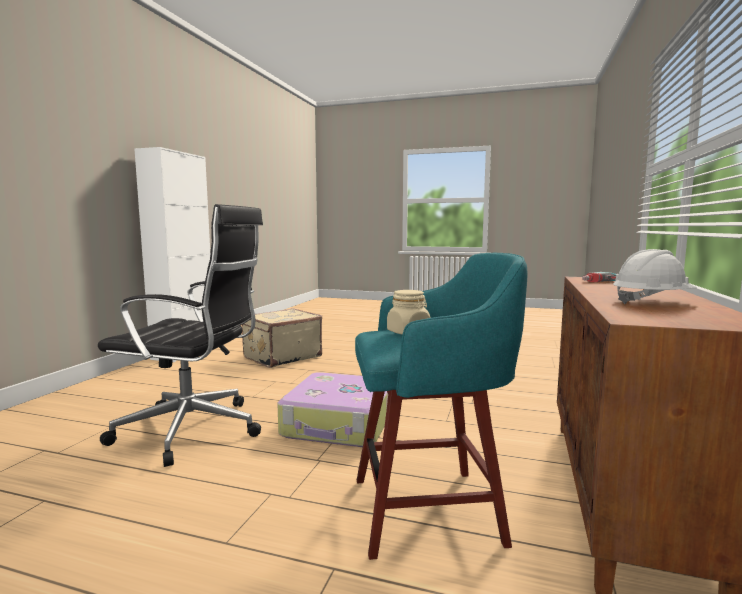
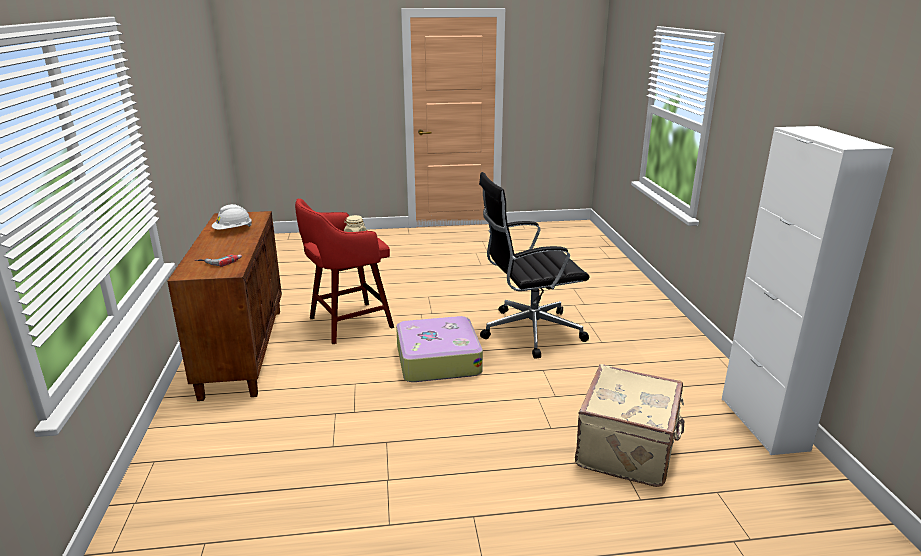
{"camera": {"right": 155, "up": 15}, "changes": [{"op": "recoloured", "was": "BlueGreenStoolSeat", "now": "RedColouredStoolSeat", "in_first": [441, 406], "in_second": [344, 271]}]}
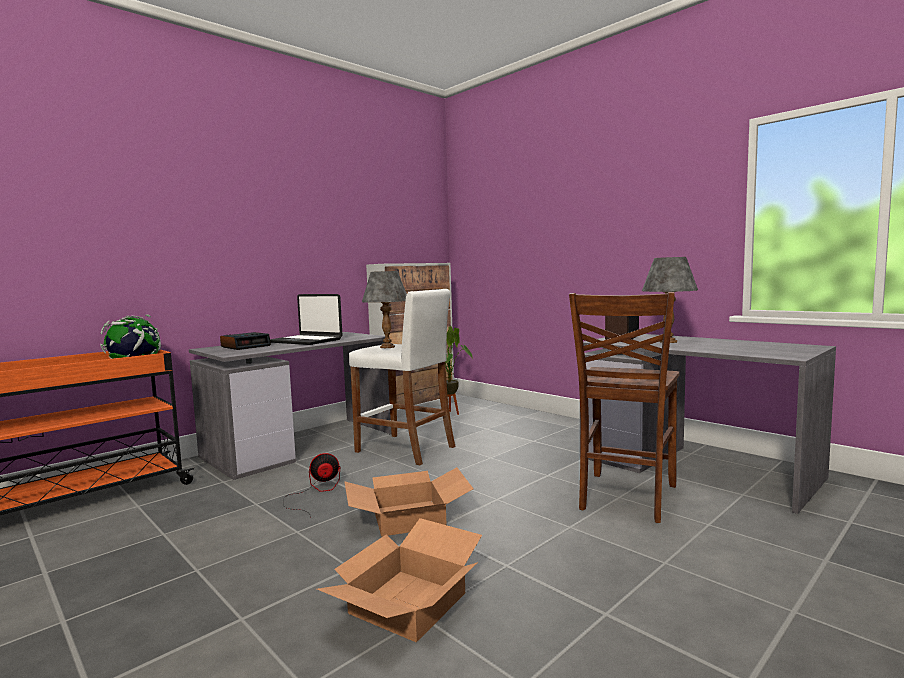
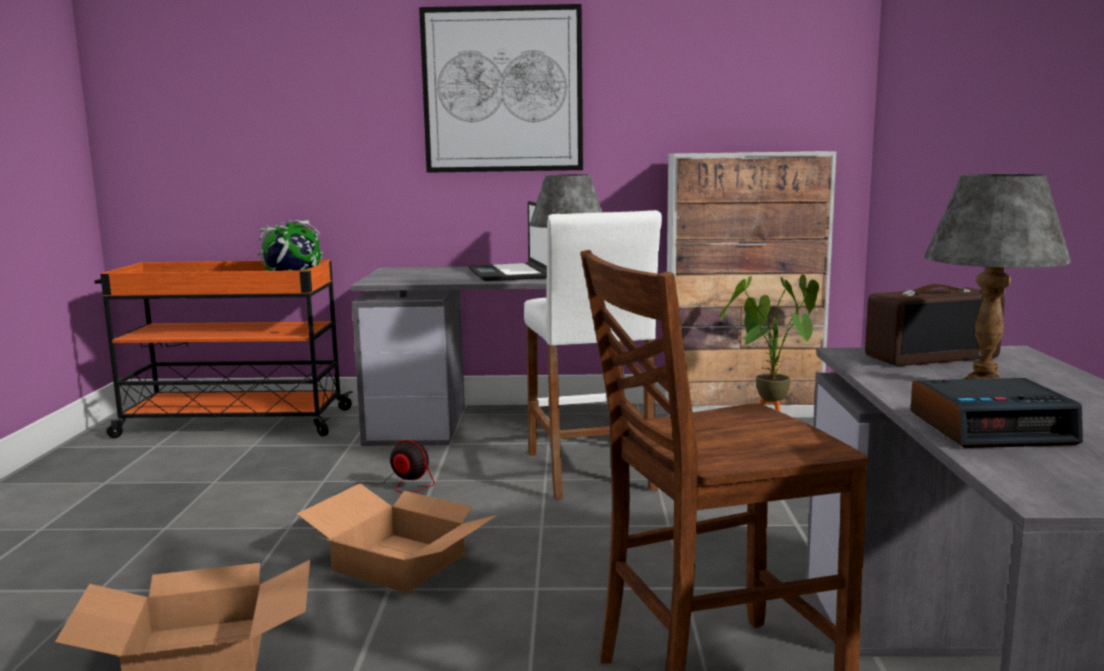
{"camera": {"right": 45, "up": 5}, "changes": [{"op": "moved", "was": "AlarmClock", "in_first": [245, 341], "in_second": [997, 413]}, {"op": "added", "now": "WallArt", "in_second": [501, 88]}]}
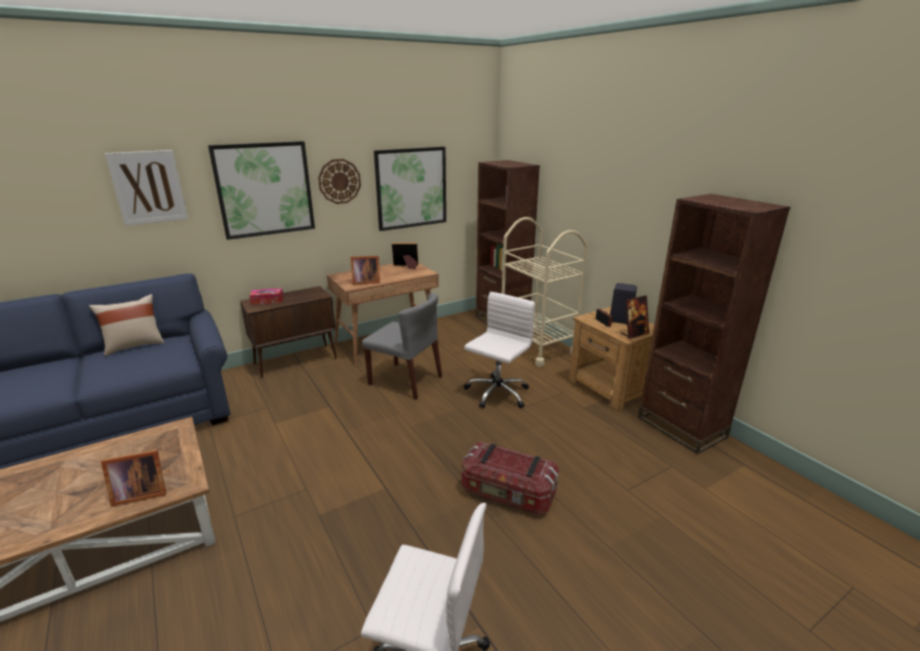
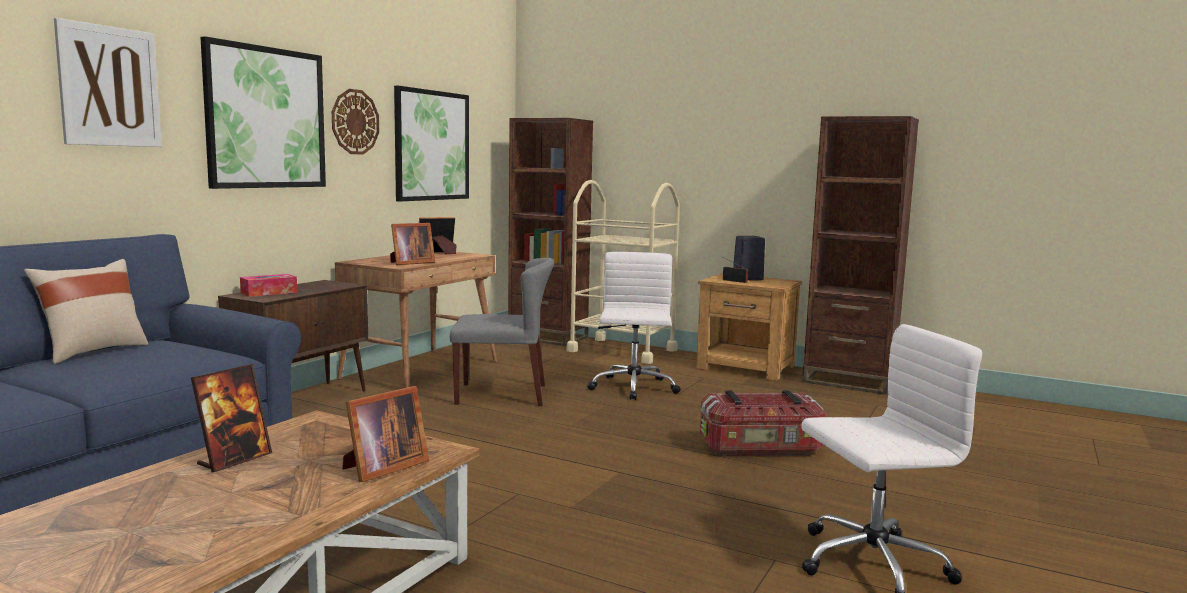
{"camera": {"right": -30, "up": -15}, "changes": [{"op": "moved", "was": "StandingFrame", "in_first": [635, 317], "in_second": [231, 418]}]}
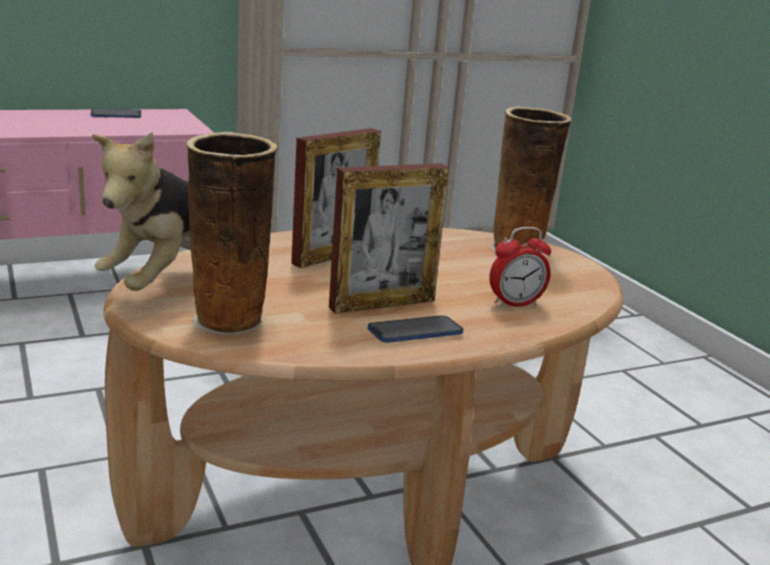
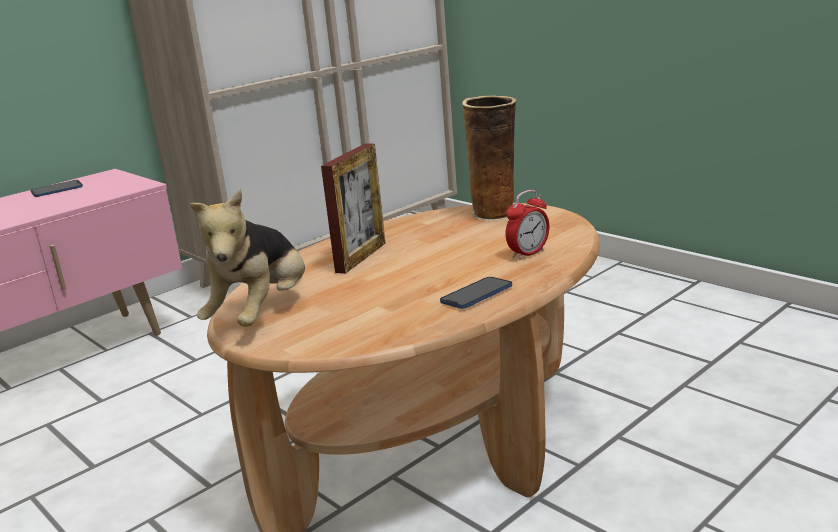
{"camera": {"right": -15, "up": 0}, "changes": [{"op": "removed", "was": "DecorativeVase", "in_first": [232, 233]}, {"op": "removed", "was": "StandingFrame", "in_first": [389, 238]}]}
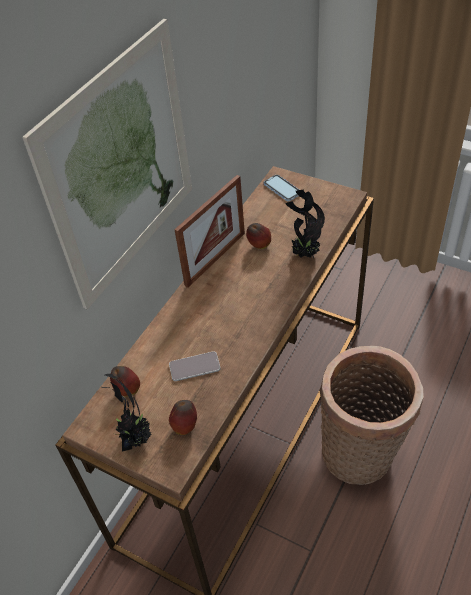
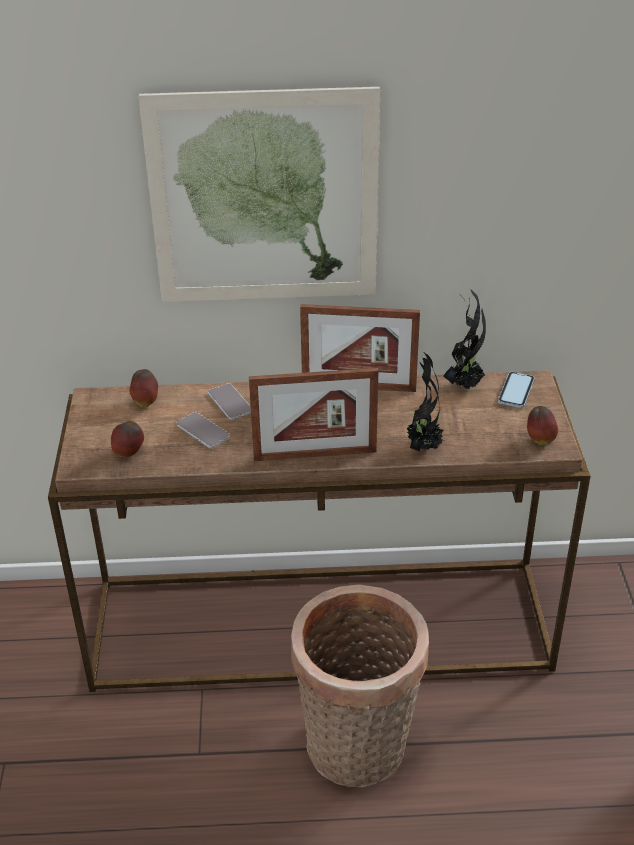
{"camera": {"right": 55, "up": -10}, "changes": [{"op": "moved", "was": "WholeApple", "in_first": [258, 236], "in_second": [542, 425]}, {"op": "moved", "was": "PottedPlant", "in_first": [126, 412], "in_second": [464, 339]}, {"op": "added", "now": "StandingFrame", "in_second": [314, 414]}, {"op": "added", "now": "Telephone", "in_second": [229, 401]}]}
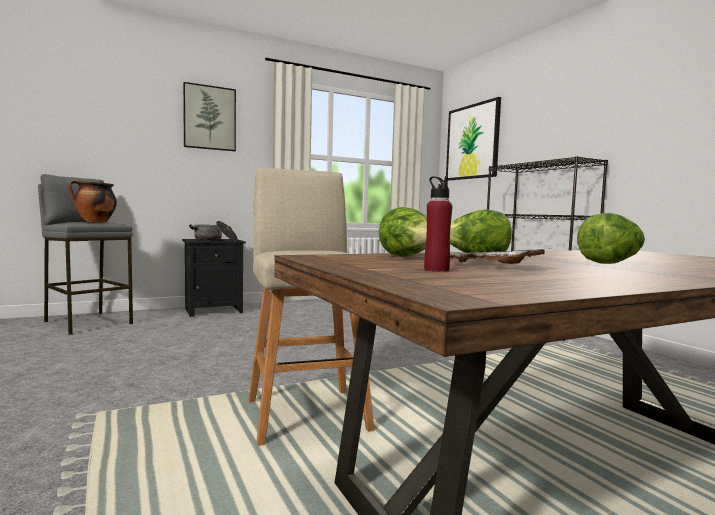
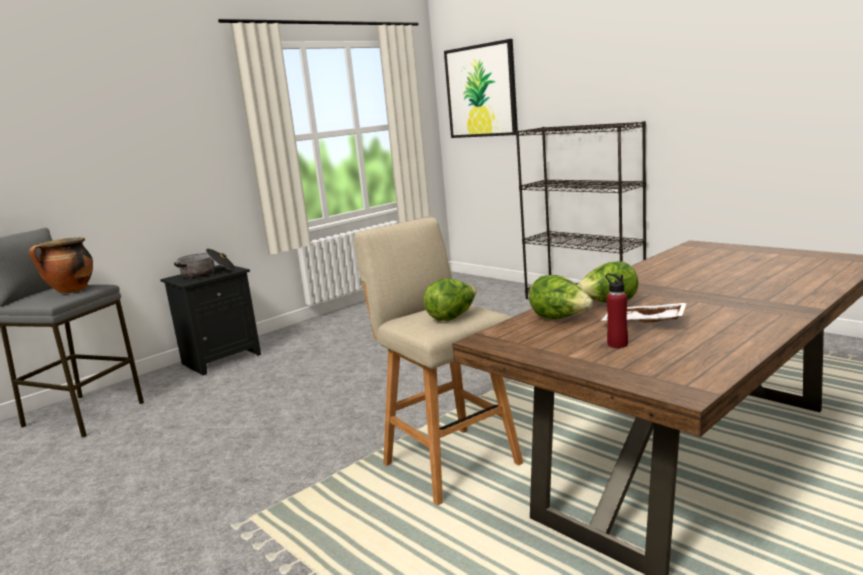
{"camera": {"right": -15, "up": 10}, "changes": [{"op": "removed", "was": "WallArt", "in_first": [209, 116]}, {"op": "moved", "was": "Lettuce", "in_first": [611, 238], "in_second": [450, 300]}]}
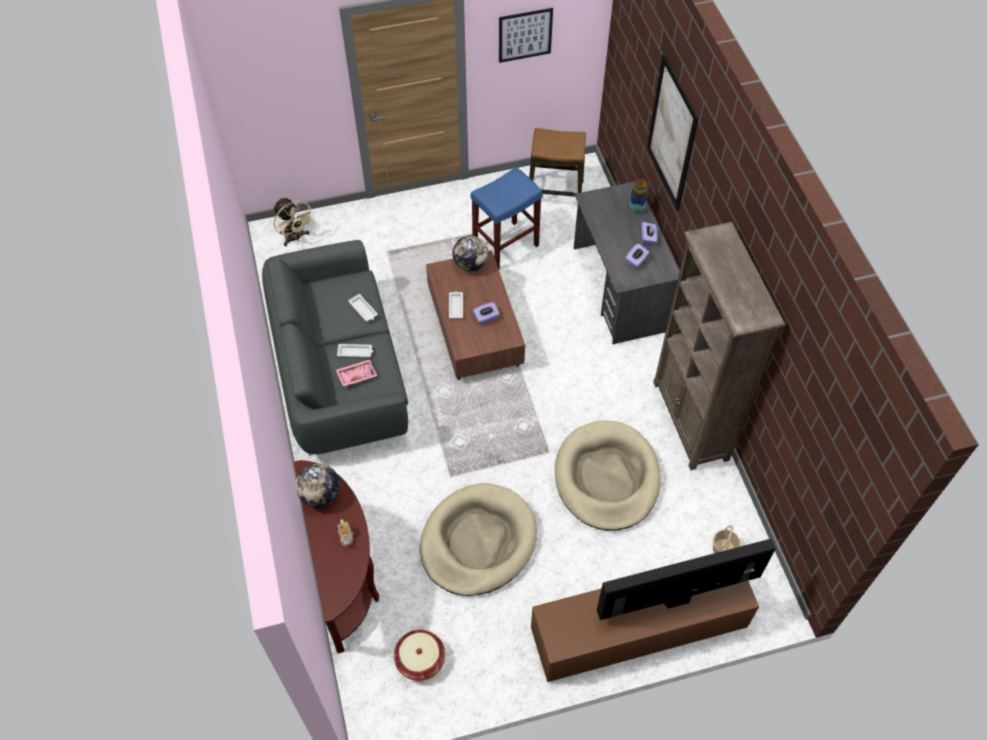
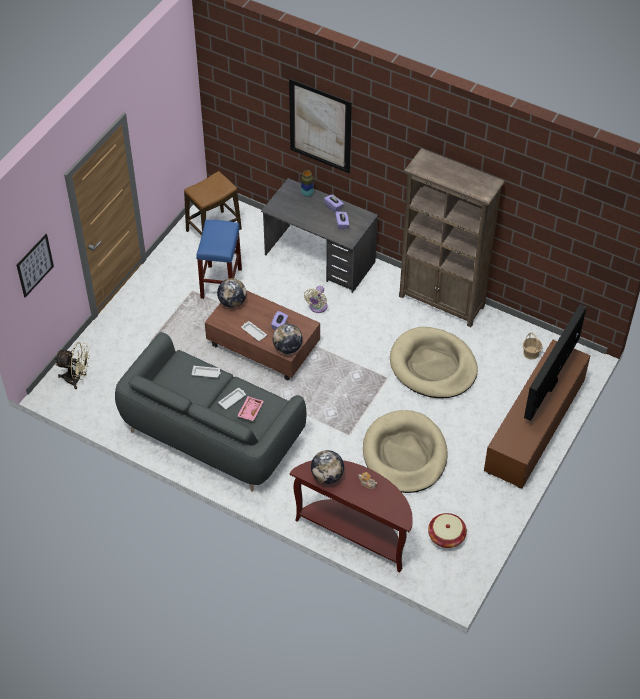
{"camera": {"right": -45, "up": -5}, "changes": [{"op": "moved", "was": "WallArt", "in_first": [526, 35], "in_second": [35, 266]}, {"op": "added", "now": "BeigeColouredFan", "in_second": [315, 299]}, {"op": "added", "now": "DeskGlobe", "in_second": [288, 339]}]}
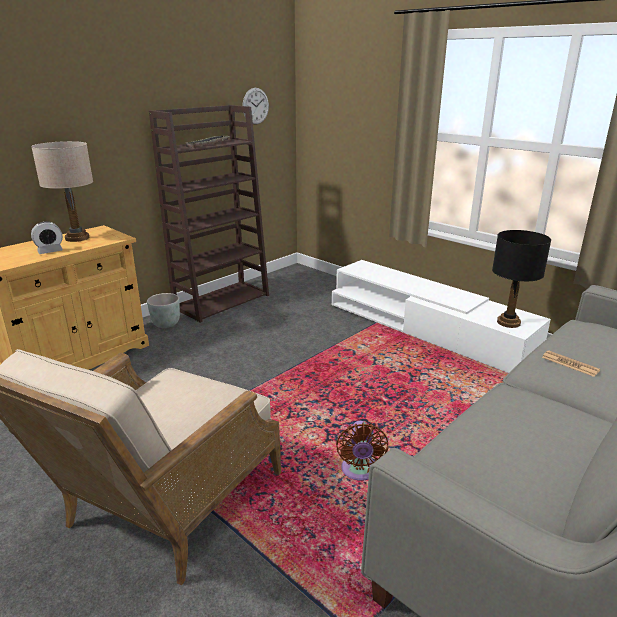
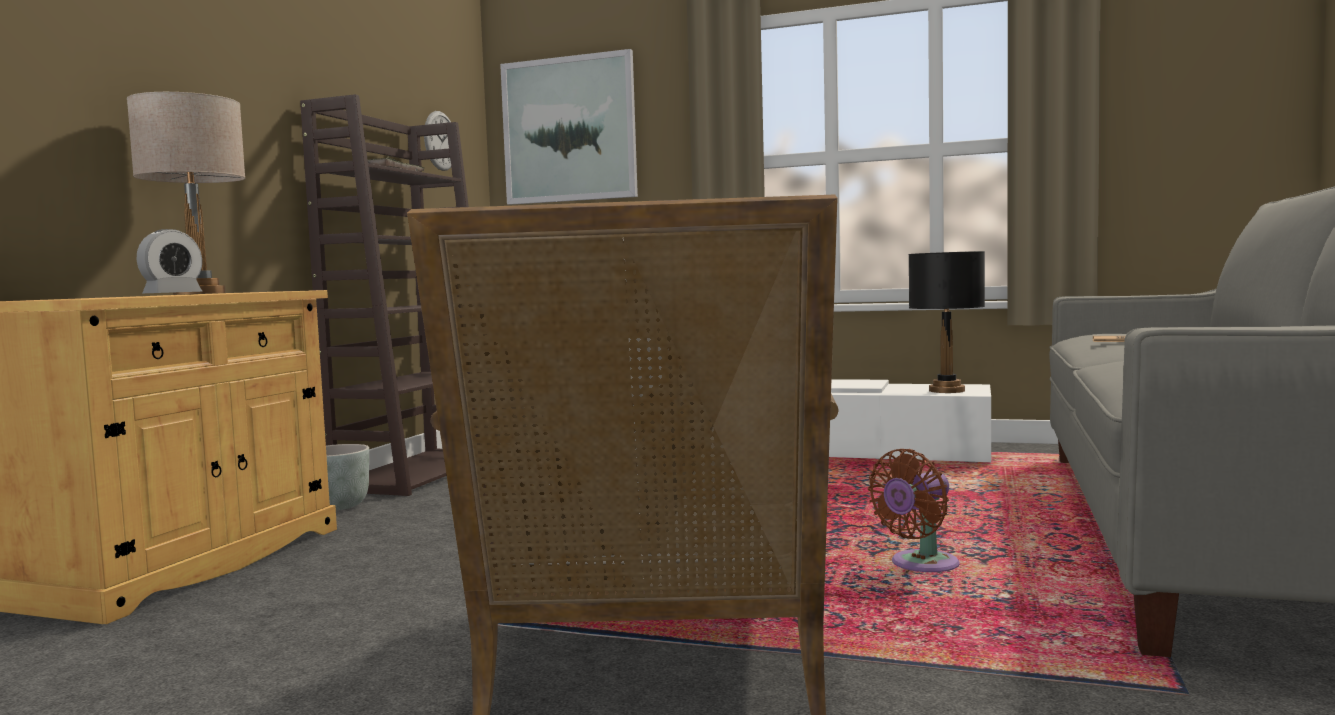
{"camera": {"right": -25, "up": -20}, "changes": [{"op": "turned", "was": "BrownishFan", "in_first": [362, 451], "in_second": [914, 510], "clockwise": 75}, {"op": "added", "now": "WallArt", "in_second": [569, 127]}]}
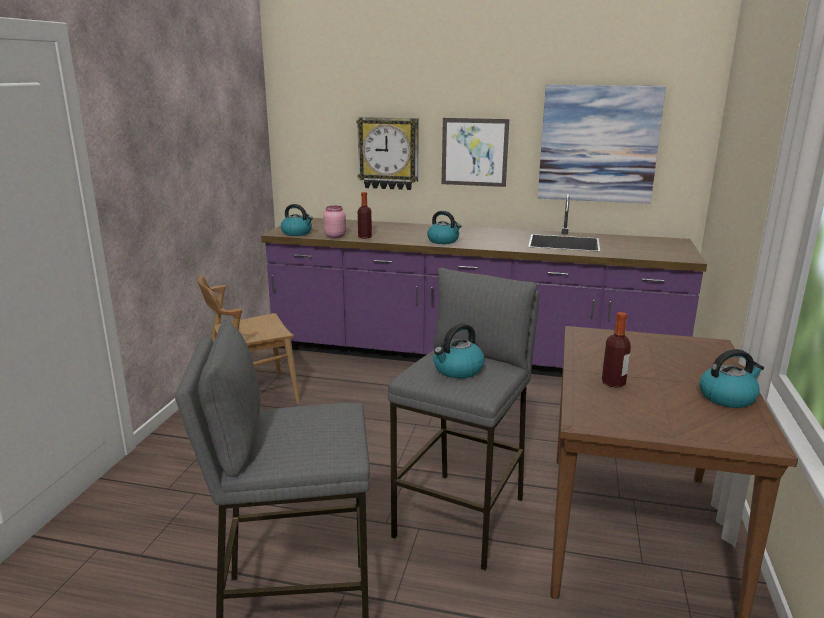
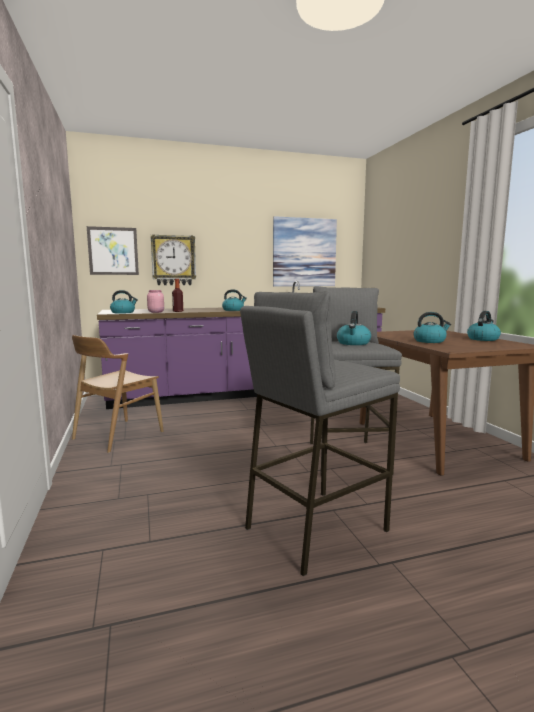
{"camera": {"right": -30, "up": -10}, "changes": [{"op": "moved", "was": "WallArt", "in_first": [475, 152], "in_second": [113, 250]}, {"op": "replaced", "was": "DrinkBottle", "now": "TeaKettle", "in_first": [616, 350], "in_second": [432, 327]}]}
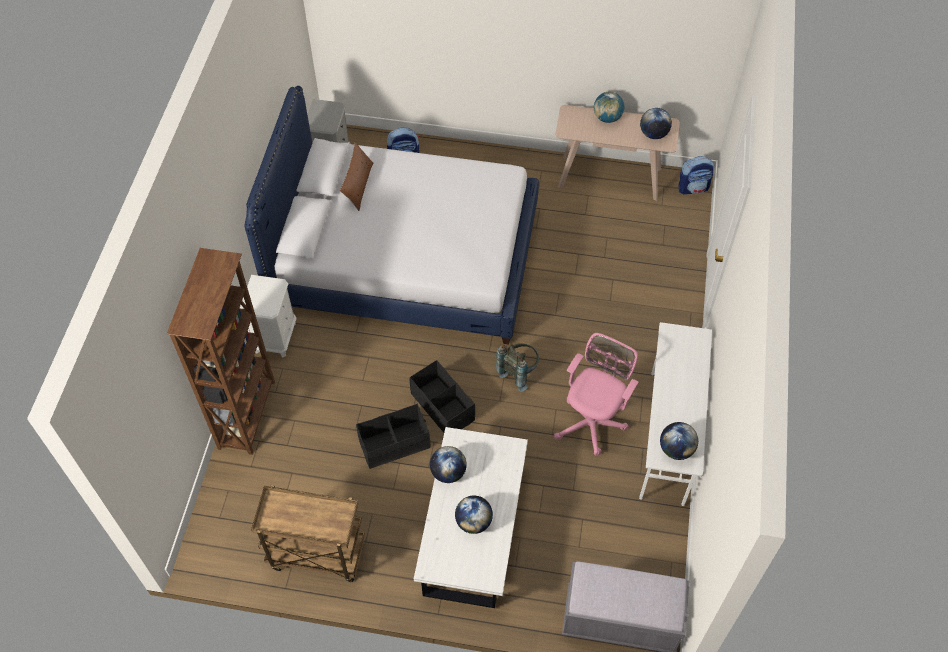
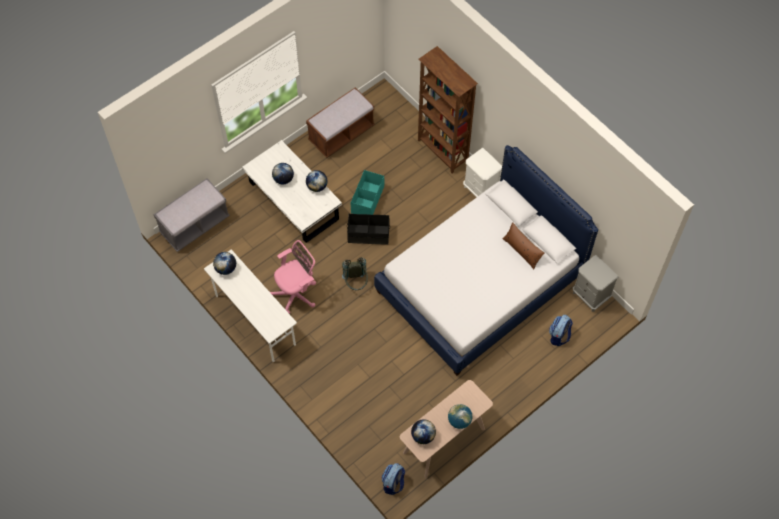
{"camera": {"right": 130, "up": 5}, "changes": [{"op": "turned", "was": "PinkDeskChair", "in_first": [596, 394], "in_second": [293, 277], "clockwise": -105}, {"op": "recoloured", "was": "BlackishStorageContainer", "now": "BlueGreenStorageContainer", "in_first": [393, 436], "in_second": [367, 192]}, {"op": "replaced", "was": "BrownishCart", "now": "BrownishBench", "in_first": [308, 533], "in_second": [340, 123]}]}
